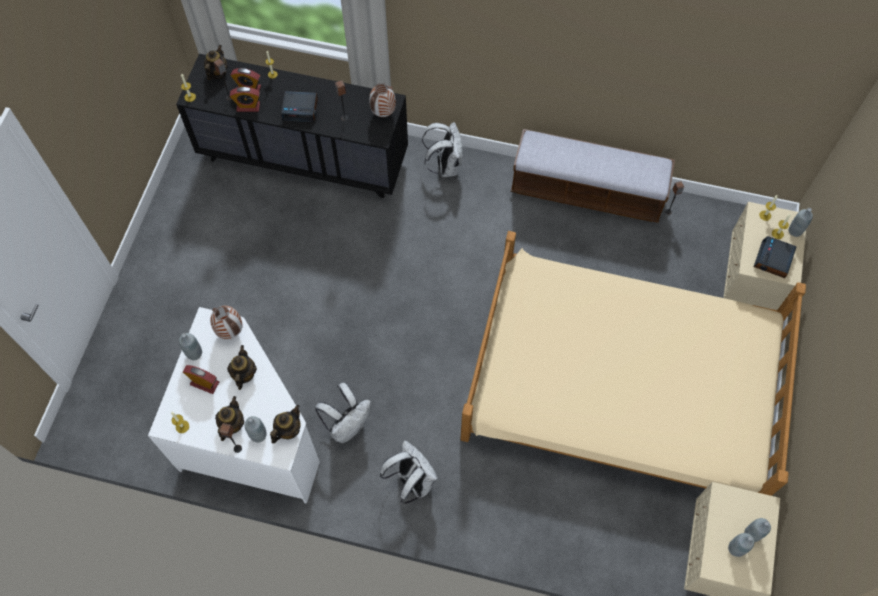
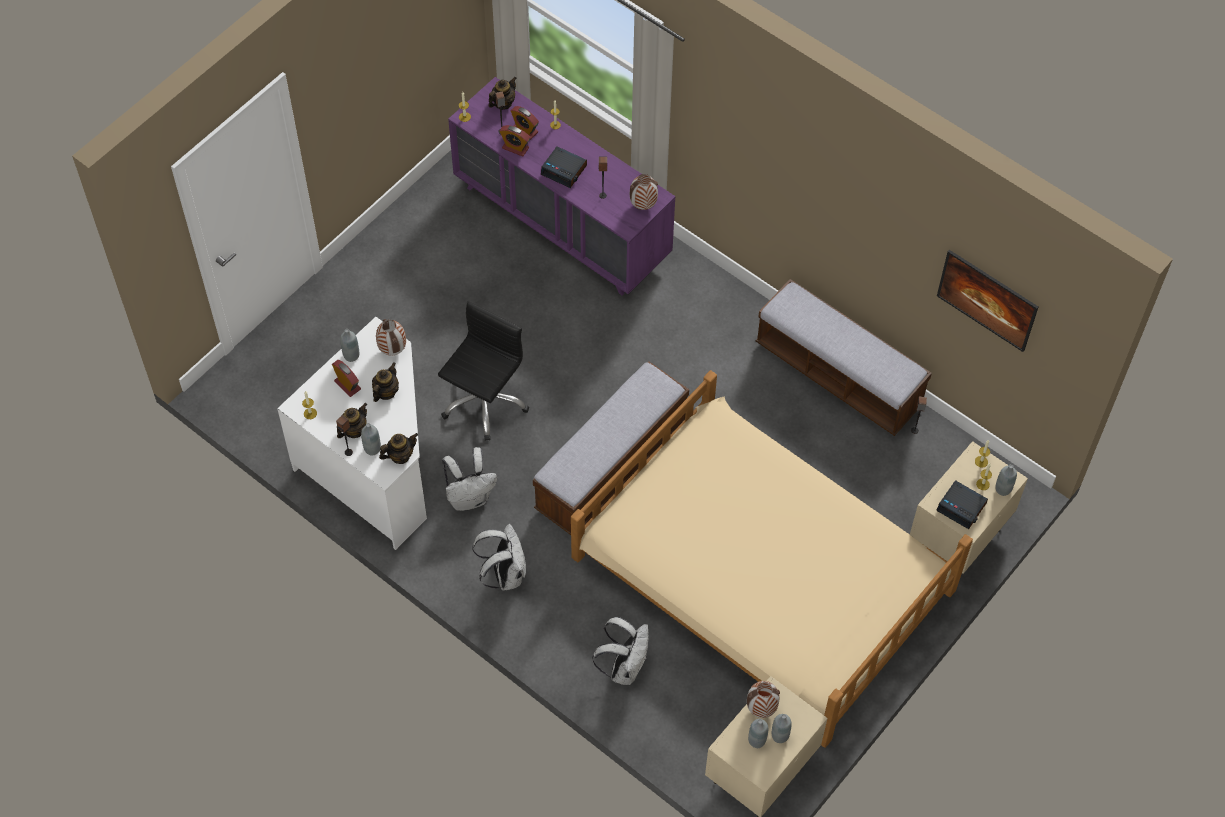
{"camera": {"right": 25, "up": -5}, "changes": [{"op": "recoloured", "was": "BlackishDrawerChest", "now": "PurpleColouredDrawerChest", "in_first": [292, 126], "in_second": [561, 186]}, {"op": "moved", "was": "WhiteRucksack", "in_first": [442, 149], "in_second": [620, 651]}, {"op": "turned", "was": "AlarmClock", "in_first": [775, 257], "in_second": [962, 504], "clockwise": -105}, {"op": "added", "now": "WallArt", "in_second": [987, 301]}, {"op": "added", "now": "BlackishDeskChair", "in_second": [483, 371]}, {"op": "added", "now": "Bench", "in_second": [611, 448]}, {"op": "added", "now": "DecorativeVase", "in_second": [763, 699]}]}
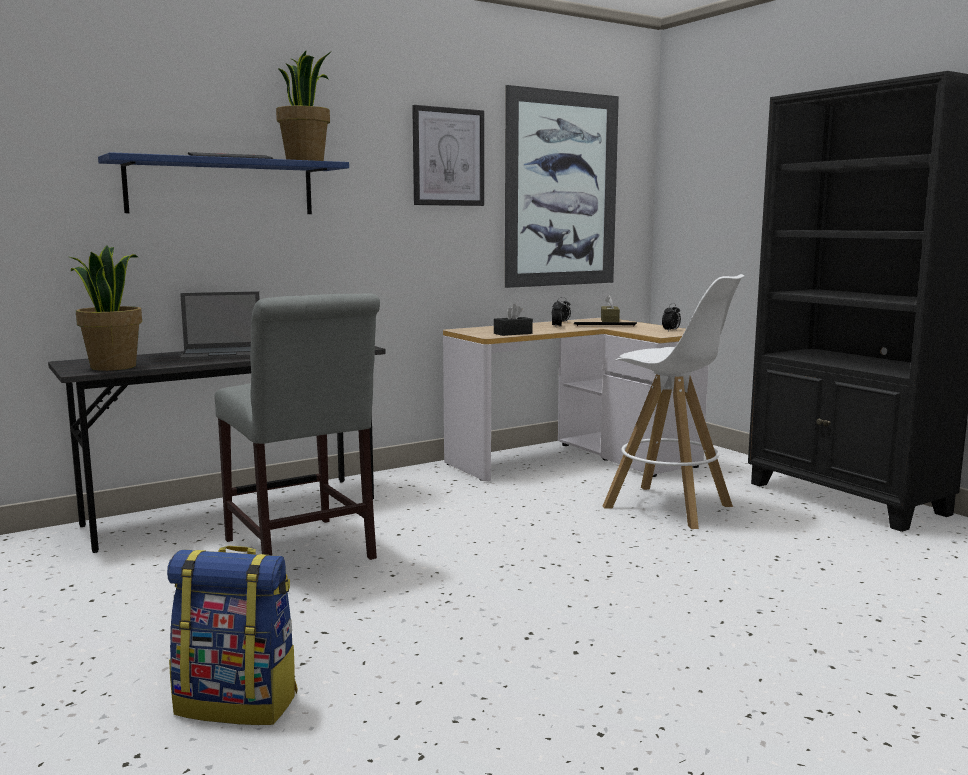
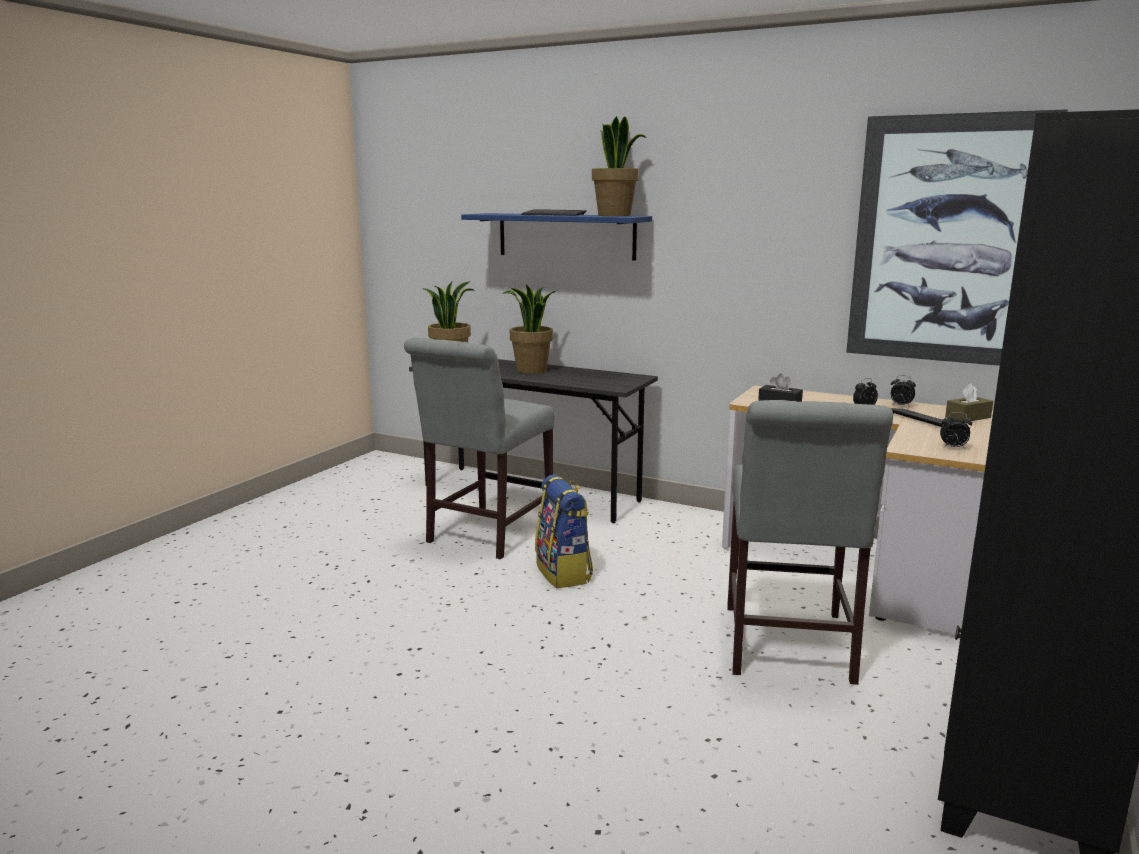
{"camera": {"right": 60, "up": 5}, "changes": [{"op": "removed", "was": "WallArt", "in_first": [448, 155]}, {"op": "replaced", "was": "WhiteStoolSeat", "now": "GreyishPlainChair", "in_first": [673, 401], "in_second": [810, 542]}, {"op": "replaced", "was": "PortableComputer", "now": "PottedPlant", "in_first": [220, 325], "in_second": [529, 329]}, {"op": "moved", "was": "Rucksack", "in_first": [232, 635], "in_second": [564, 531]}]}
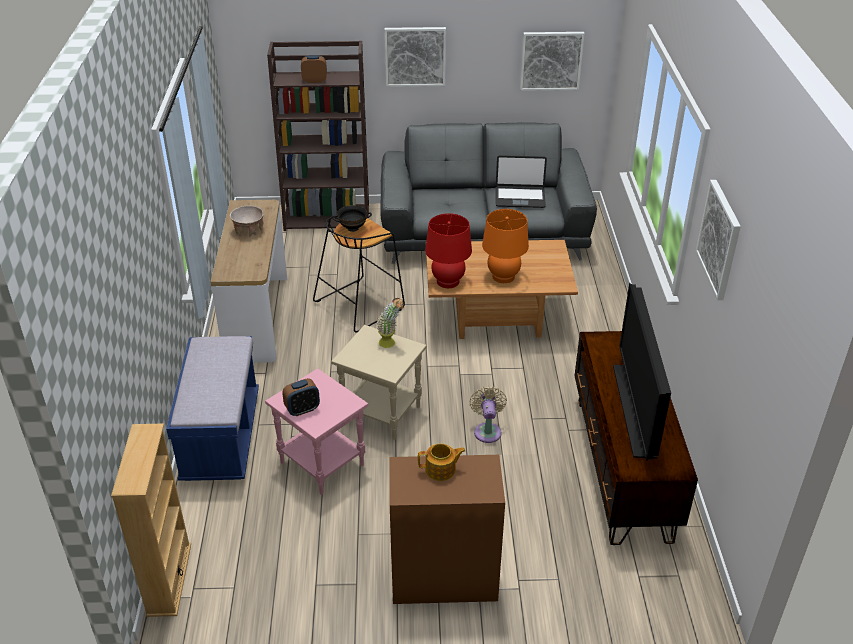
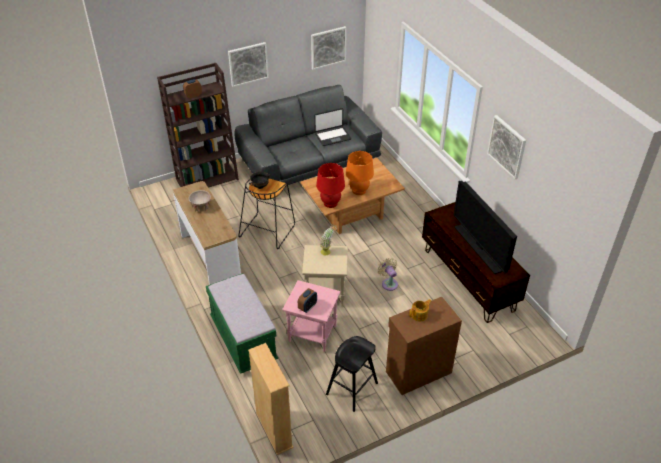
{"camera": {"right": -25, "up": 5}, "changes": [{"op": "recoloured", "was": "BlueColouredBench", "now": "GreenishBench", "in_first": [212, 408], "in_second": [242, 323]}, {"op": "added", "now": "BlackishStoolSeat", "in_second": [352, 374]}]}
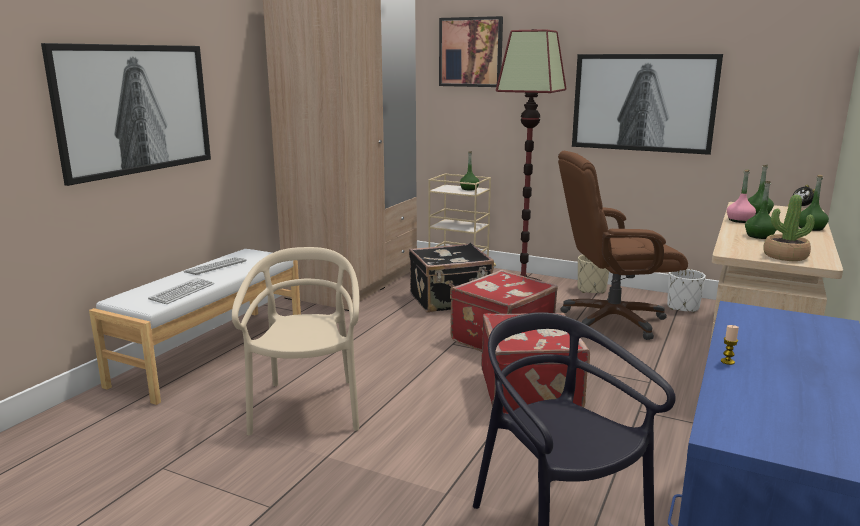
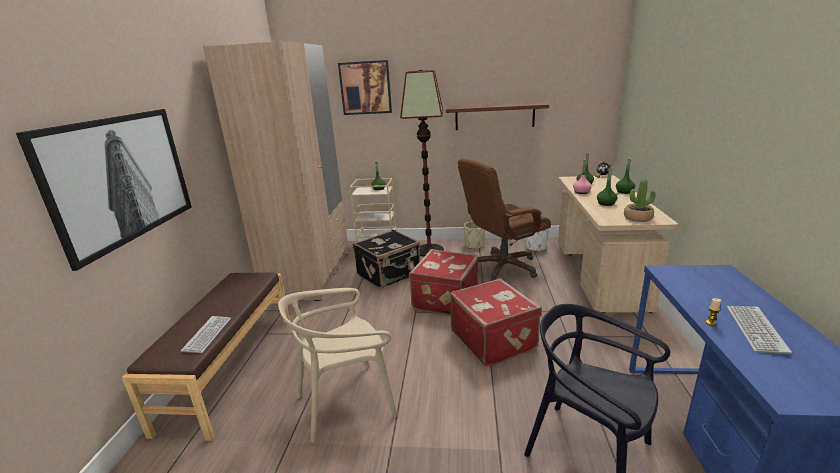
{"camera": {"right": -20, "up": 5}, "changes": [{"op": "replaced", "was": "WallArt", "now": "BrownishWallShelf", "in_first": [647, 104], "in_second": [497, 116]}, {"op": "turned", "was": "BeigeColouredPlainChair", "in_first": [295, 341], "in_second": [338, 365], "clockwise": -90}, {"op": "recoloured", "was": "WhiteBench", "now": "BrownishBench", "in_first": [195, 327], "in_second": [206, 357]}, {"op": "moved", "was": "Keyboard", "in_first": [215, 266], "in_second": [759, 330]}]}
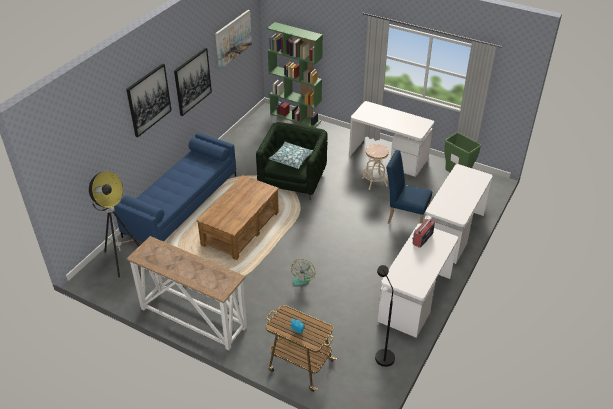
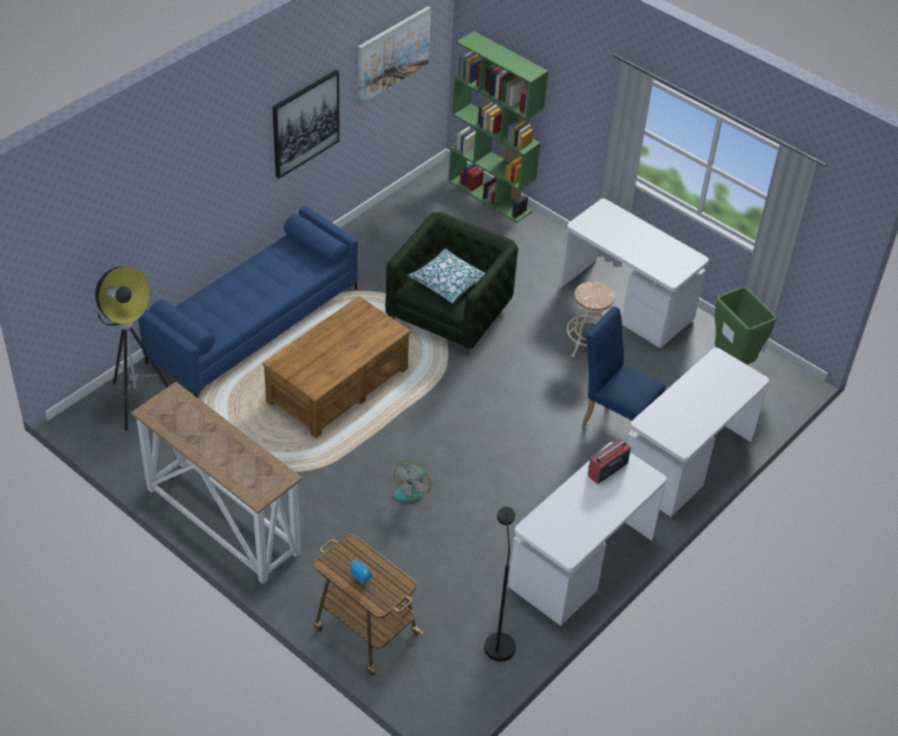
{"camera": {"right": 10, "up": 5}, "changes": [{"op": "removed", "was": "WallArt", "in_first": [149, 100]}]}
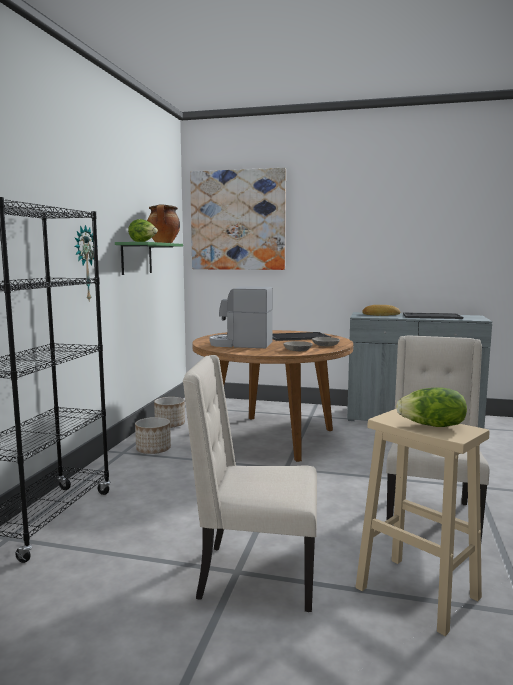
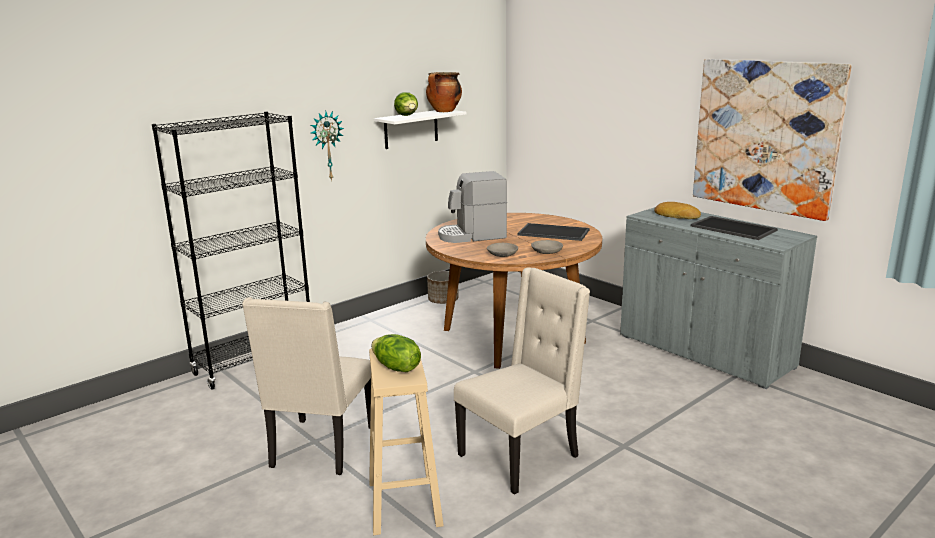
{"camera": {"right": 35, "up": 10}, "changes": [{"op": "moved", "was": "WallArt", "in_first": [238, 219], "in_second": [772, 140]}, {"op": "recoloured", "was": "GreenishWallShelf", "now": "WhiteWallShelf", "in_first": [149, 258], "in_second": [420, 129]}, {"op": "turned", "was": "CoffeeMachine", "in_first": [241, 317], "in_second": [472, 207], "clockwise": -60}, {"op": "turned", "was": "BeigeColouredPlainChair", "in_first": [250, 483], "in_second": [306, 386], "clockwise": -120}, {"op": "removed", "was": "Planter", "in_first": [153, 435]}]}
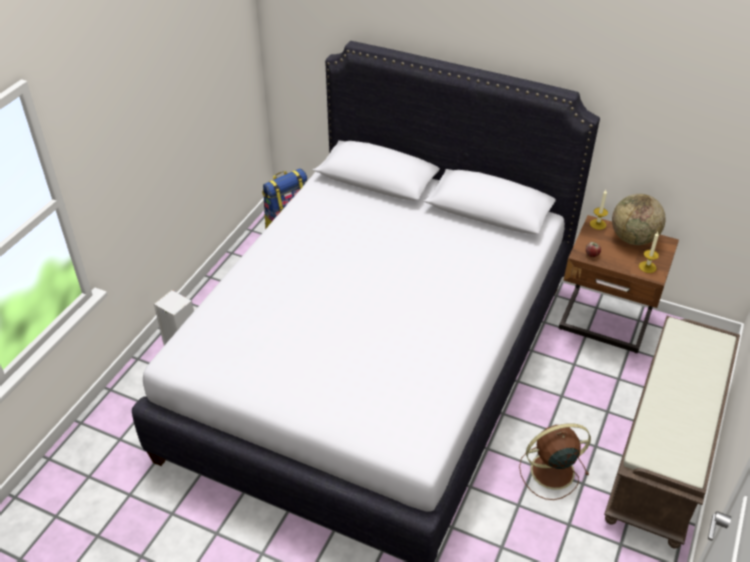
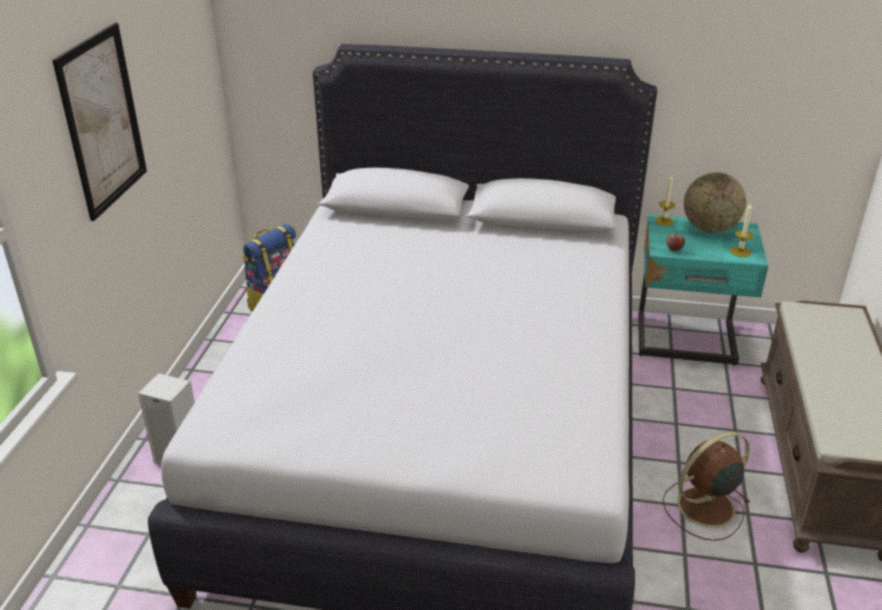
{"camera": {"right": -15, "up": -10}, "changes": [{"op": "recoloured", "was": "BrownishBedsideTable", "now": "BlueGreenBedsideTable", "in_first": [619, 284], "in_second": [703, 290]}, {"op": "added", "now": "WallArt", "in_second": [99, 122]}]}
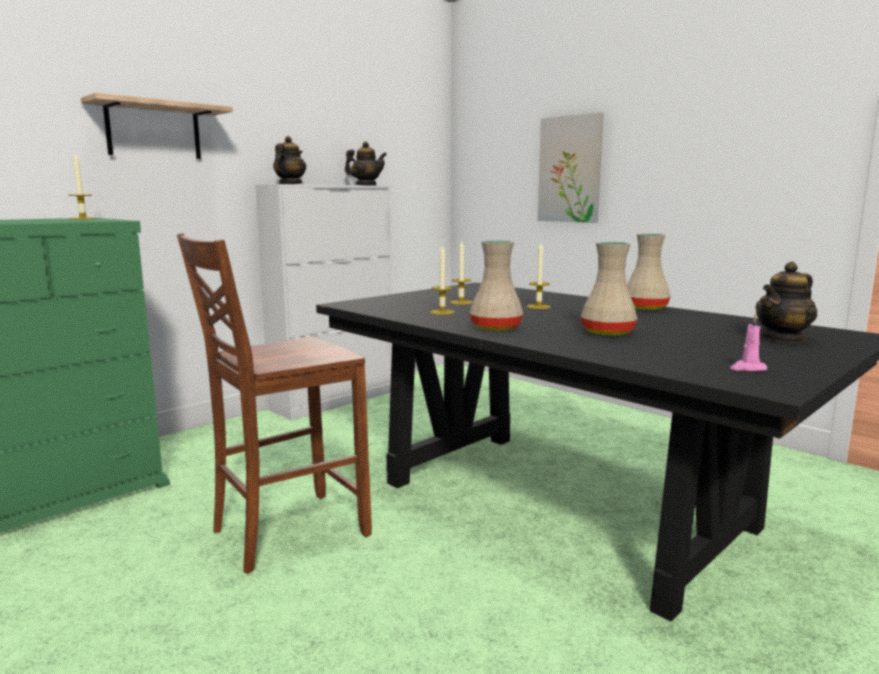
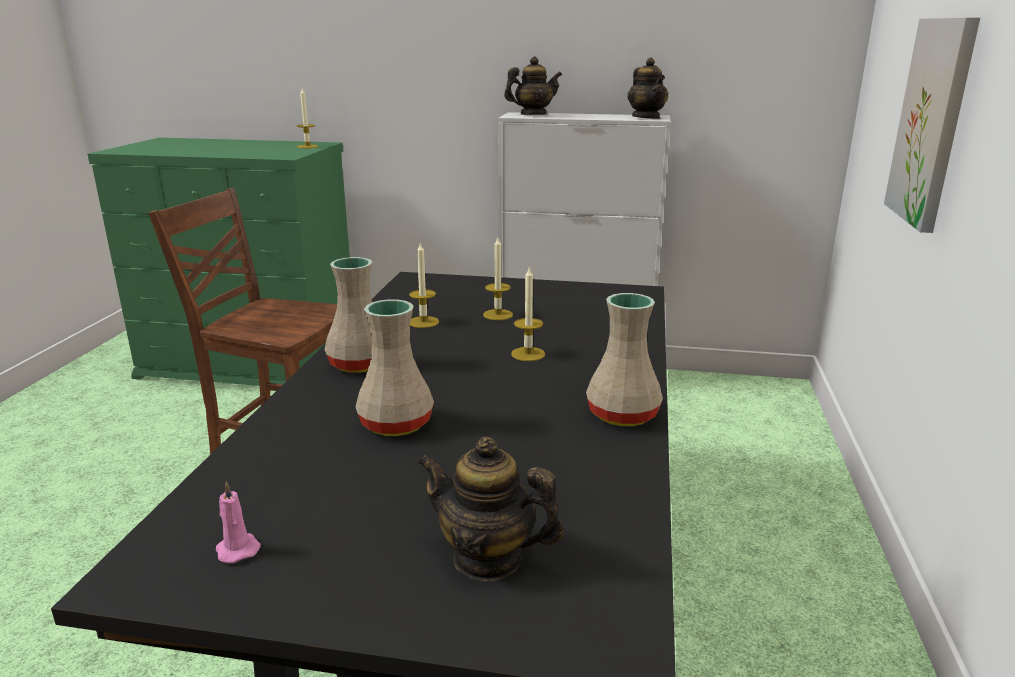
{"camera": {"right": 55, "up": 10}, "changes": [{"op": "removed", "was": "WallShelf", "in_first": [157, 126]}]}
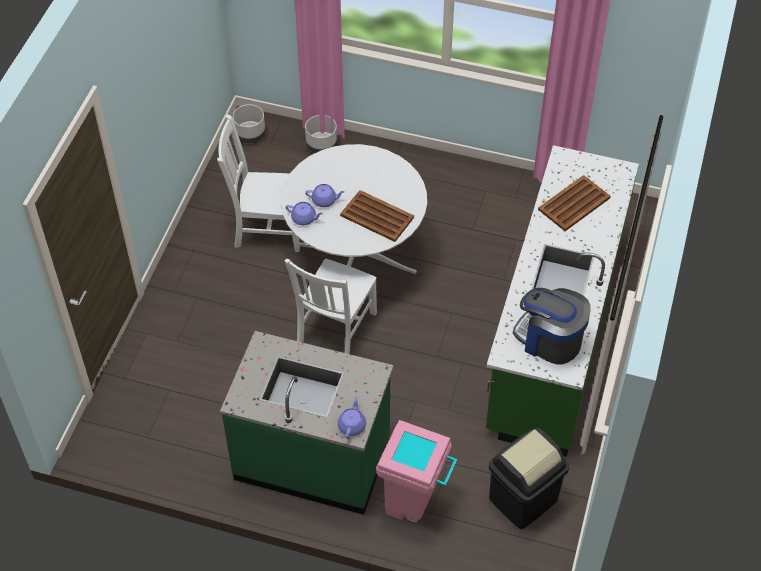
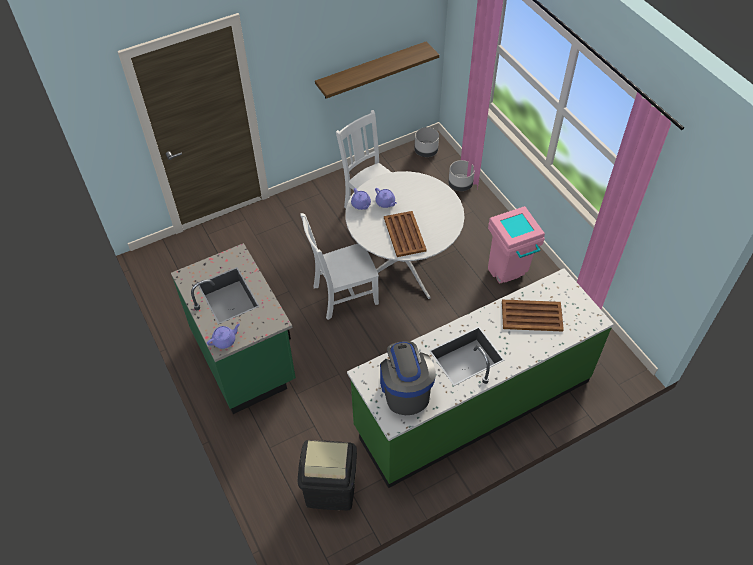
{"camera": {"right": 45, "up": 0}, "changes": [{"op": "moved", "was": "PinkRubbishBin", "in_first": [416, 471], "in_second": [516, 244]}, {"op": "added", "now": "WallShelf", "in_second": [377, 70]}]}
